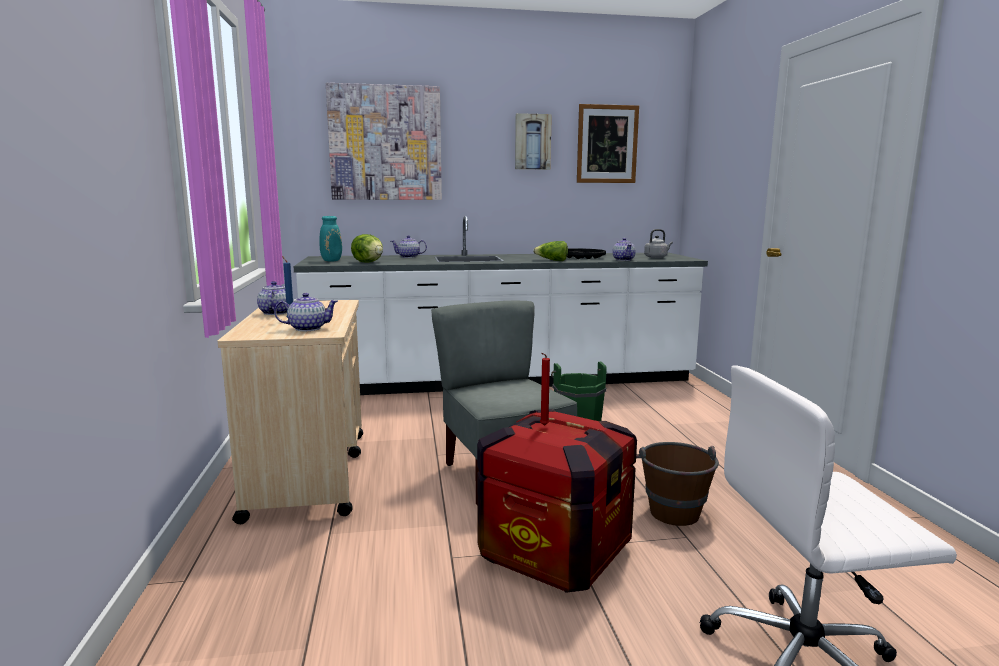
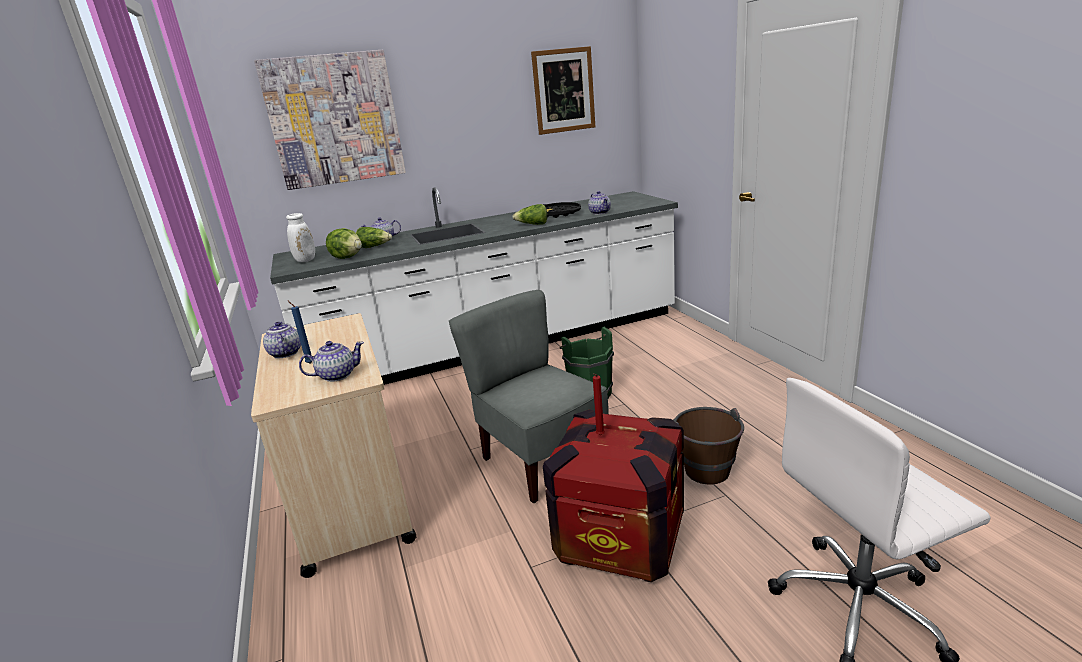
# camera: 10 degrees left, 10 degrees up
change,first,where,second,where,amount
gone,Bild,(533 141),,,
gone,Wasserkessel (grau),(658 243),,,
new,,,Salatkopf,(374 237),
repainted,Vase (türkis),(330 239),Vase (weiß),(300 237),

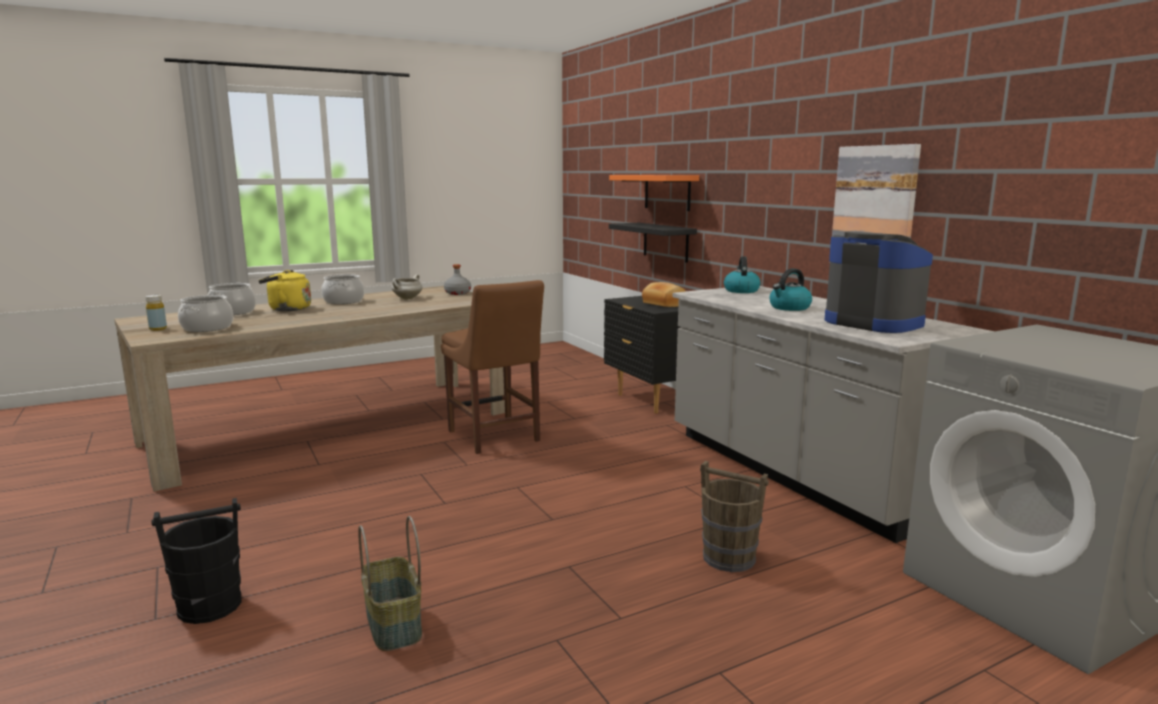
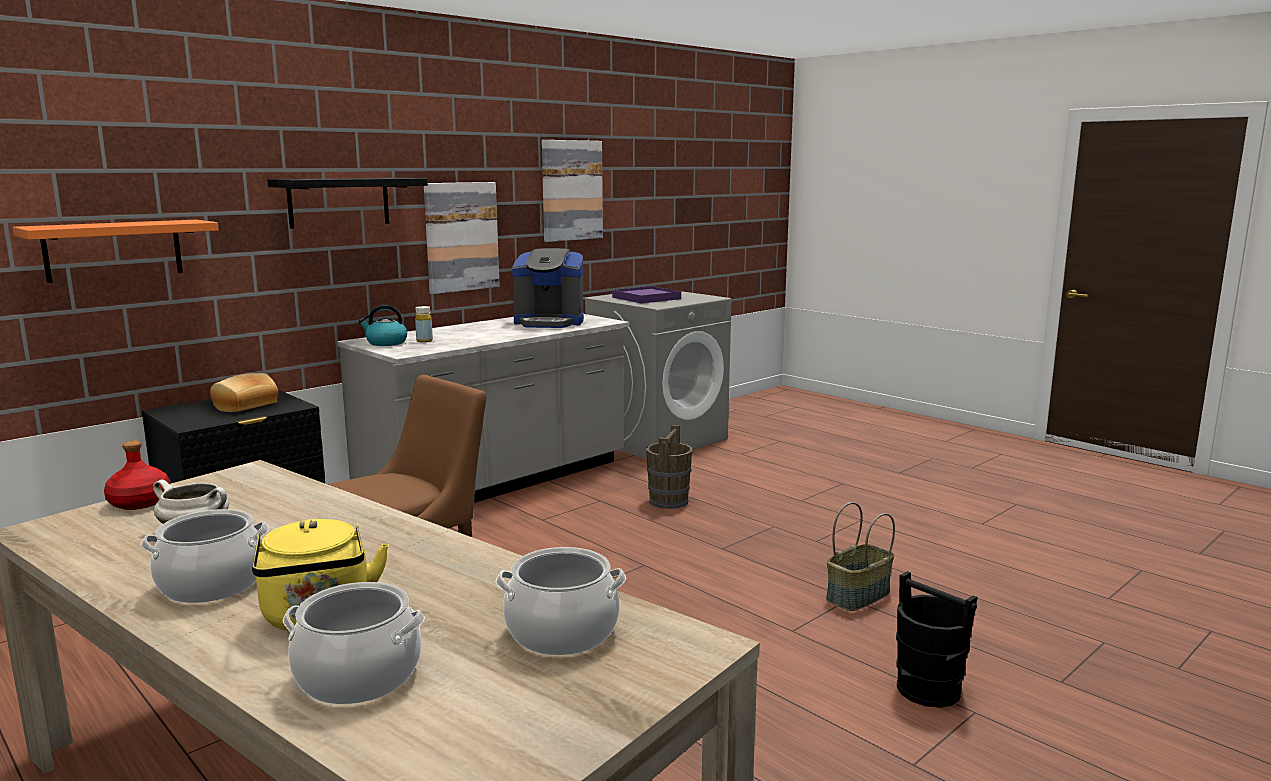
# camera: 105 degrees left, 0 degrees up
change,first,where,second,where,amount
gone,Wasserkessel,(791 290),,,
new,,,Bild,(572 191),
new,,,Tablett (lila),(646 294),
shifted,Flasche (gelb),(156 313),,(424 324),
shifted,Wandregal (schwarz),(653 243),,(347 203),
repainted,Flasche (grau),(457 279),Flasche (rot),(137 475),
rotated,Kaffeemaschine,(879 282),,(548 288),120 degrees counterclockwise

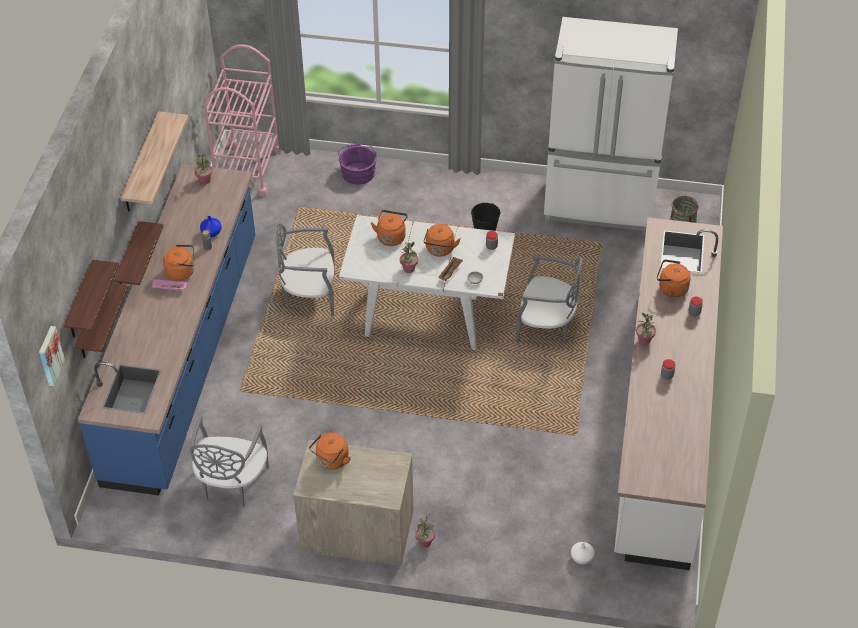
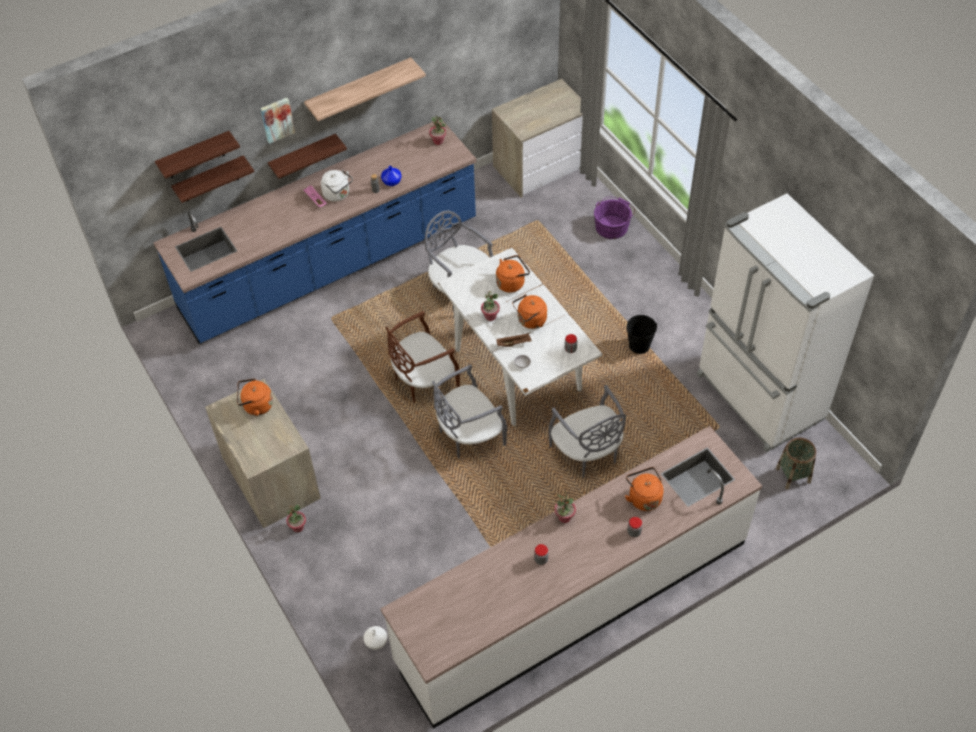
# camera: 50 degrees right, 5 degrees up
change,first,where,second,where,amount
new,,,Stuhl (braun),(422 357),
shifted,Bild,(52 356),,(277 121),
shifted,Stuhl (grau),(229 461),,(469 411),
swapped,Rollwagen (rosa),(242 120),Kommode,(537 138),
repainted,Wasserkessel (orange),(178 262),Wasserkessel (weiß),(337 186),

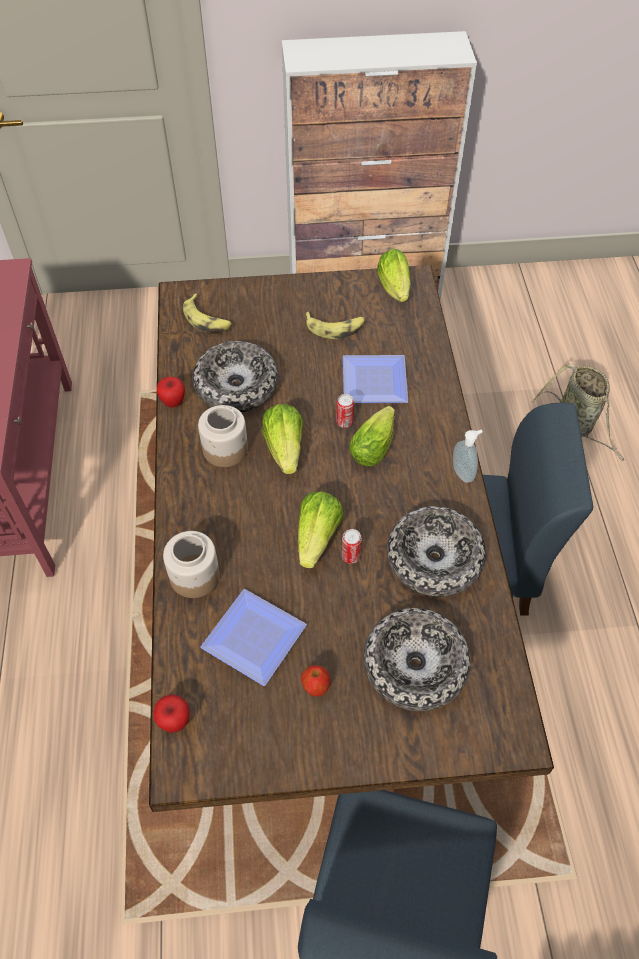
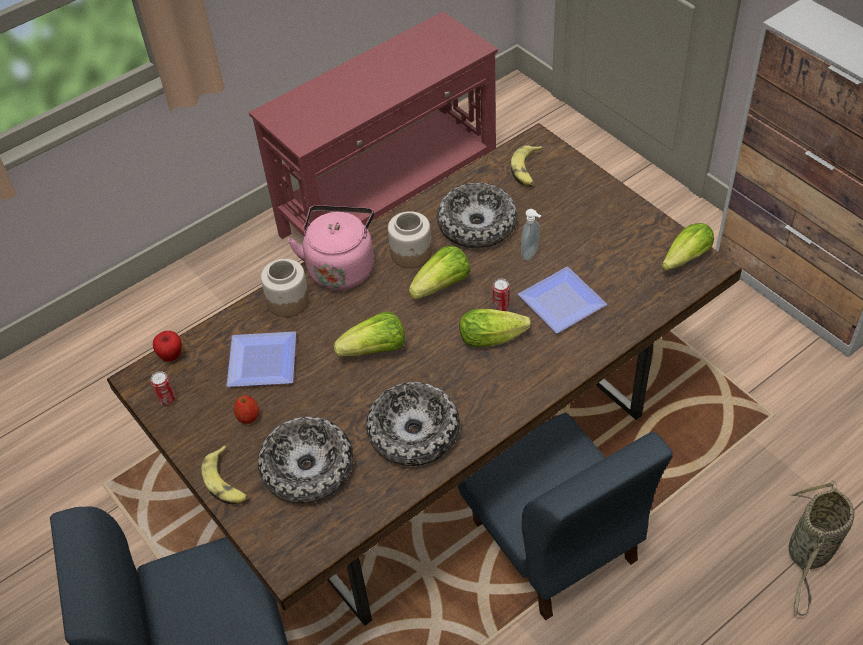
# camera: 60 degrees right, 5 degrees down
change,first,where,second,where,amount
gone,Apfel,(171 392),,,
new,,,Wasserkessel (rosa),(331 247),
shifted,Banane,(335 325),,(225 475),
shifted,Dose,(351 546),,(163 388),
shifted,Seifenspender,(468 456),,(531 234),

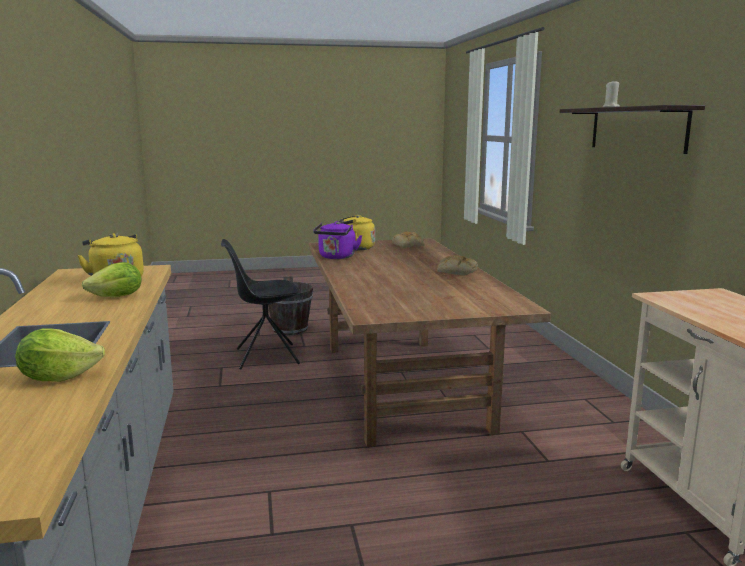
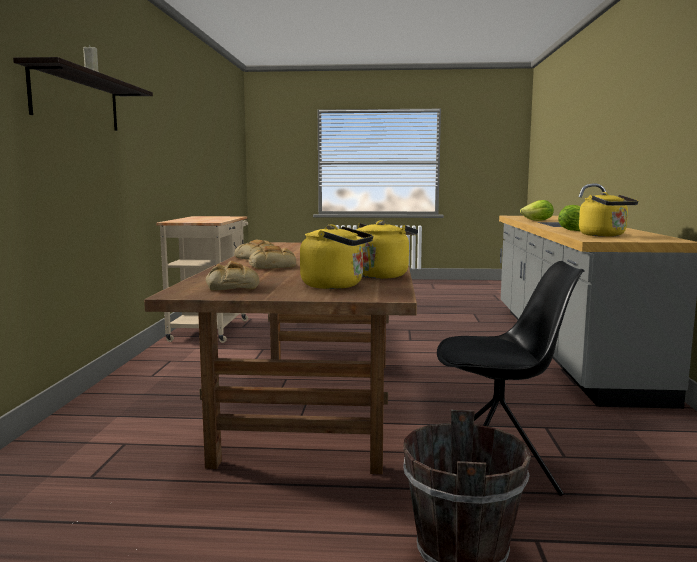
# camera: 165 degrees left, 5 degrees down
change,first,where,second,where,amount
new,,,Brot,(272 257),
repainted,Wasserkessel (lila),(338 240),Wasserkessel (gelb),(387 249),

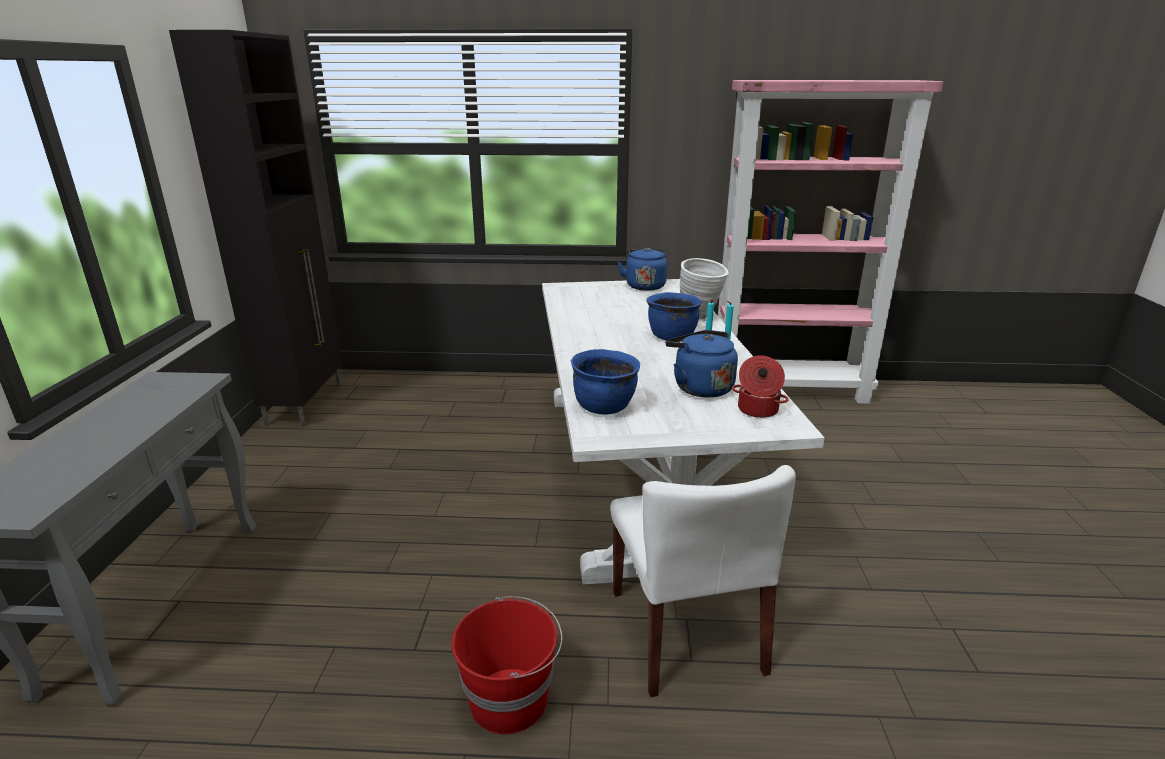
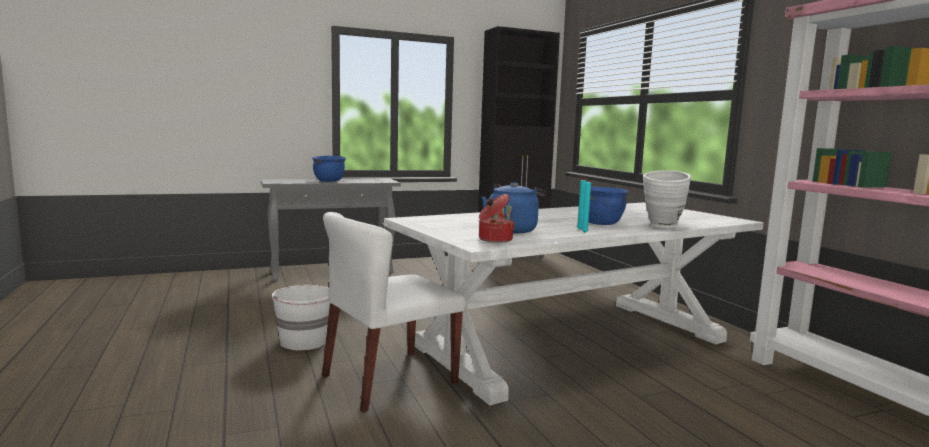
# camera: 65 degrees right, 15 degrees down
change,first,where,second,where,amount
gone,Wasserkessel (blau),(642 269),,,
shifted,Kochtopf (blau),(605 382),,(329 169),
repainted,Eimer (rot),(507 665),Eimer (weiß),(301 318),

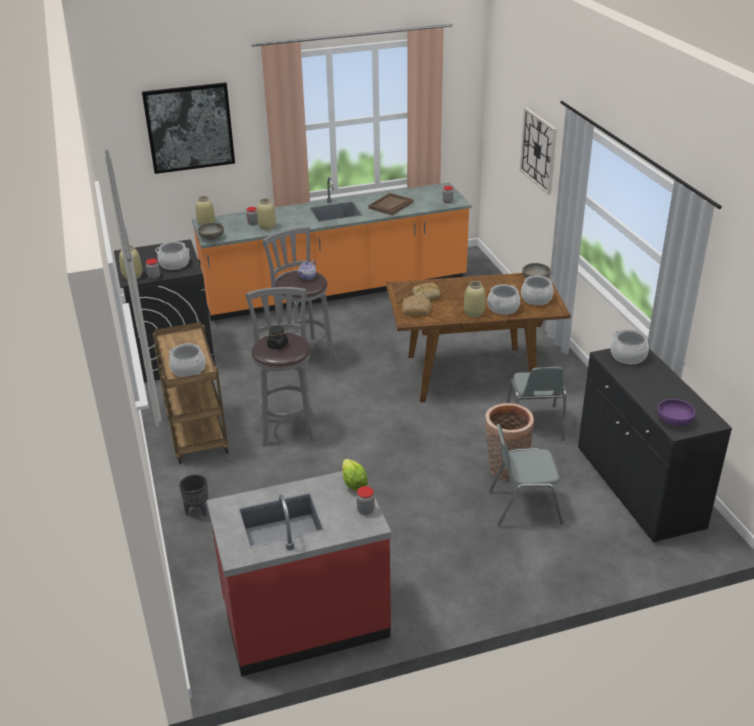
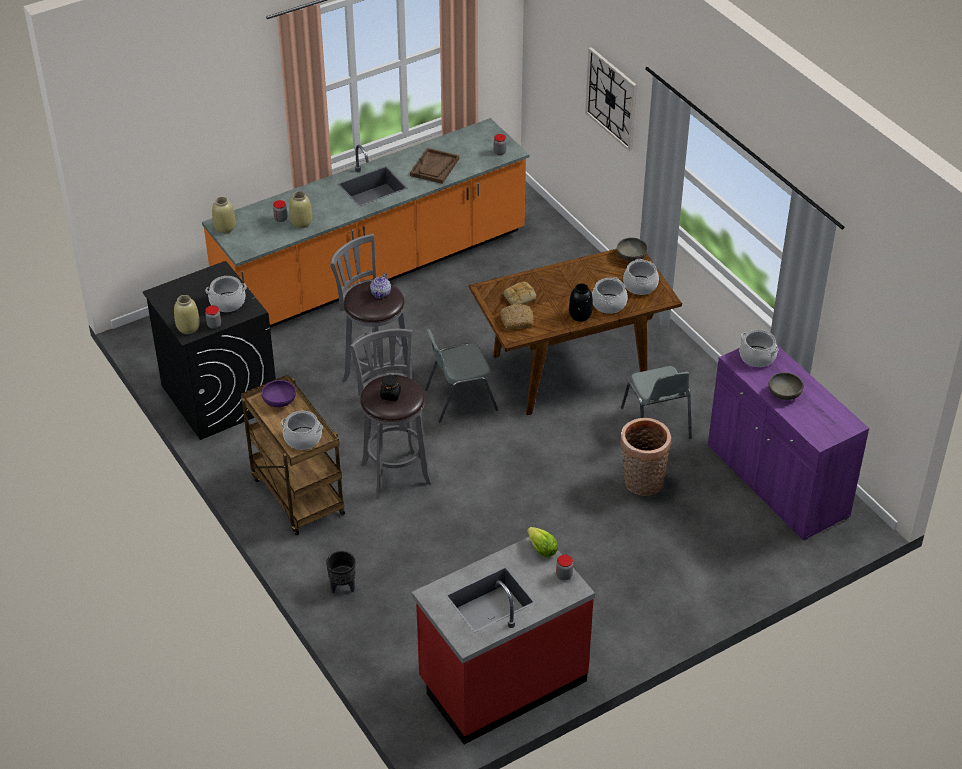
# camera: 15 degrees left, 10 degrees up
change,first,where,second,where,amount
gone,Bild,(188 128),,,
shifted,Schüssel (grau),(211 231),,(786 386),
shifted,Stuhl (grau),(526 475),,(461 375),
shifted,Schüssel (lila),(676 412),,(279 393),
repainted,Vase (beige),(475 299),Vase (schwarz),(581 302),
repainted,Schrank (schwarz),(655 445),Schrank (lila),(788 443),

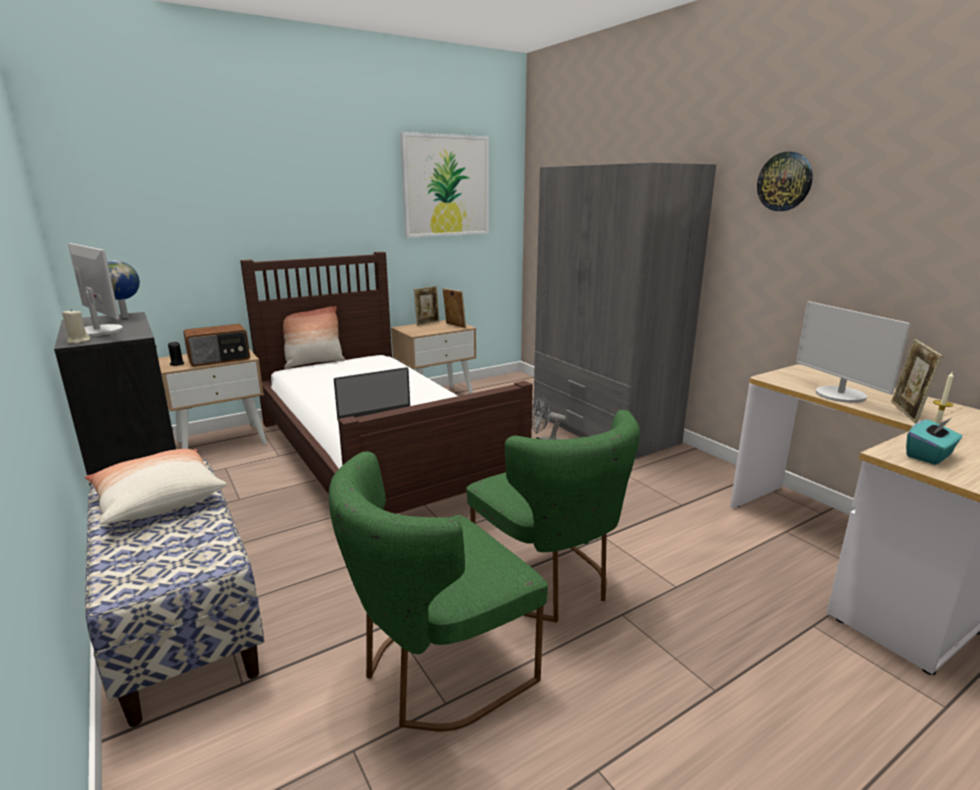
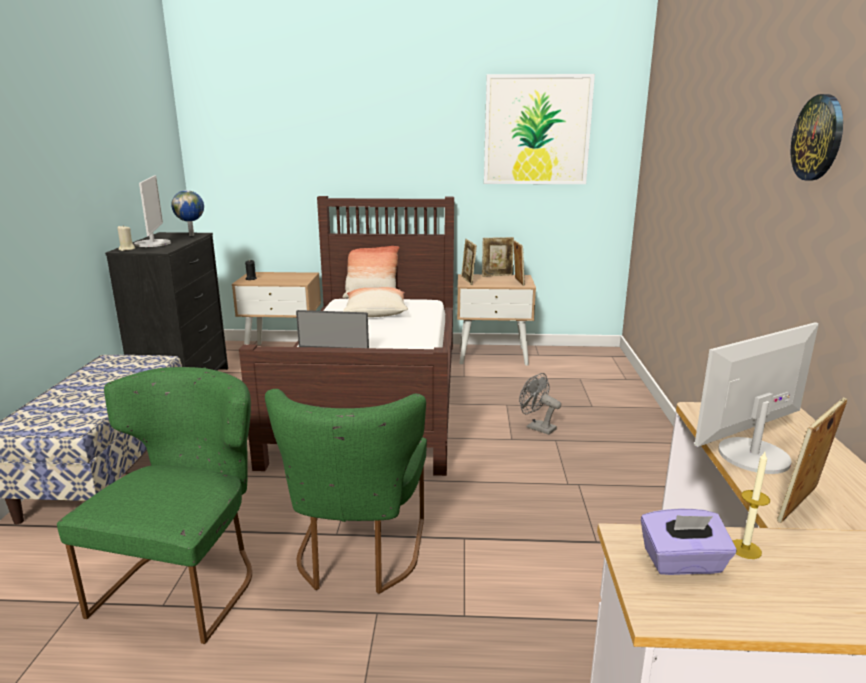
# camera: 35 degrees right, 0 degrees up
change,first,where,second,where,amount
gone,Radio,(216 345),,,
gone,Kleiderschrank (grau),(624 310),,,
new,,,Bilderrahmen,(469 262),
shifted,Kissen,(156 487),,(375 302),
repainted,Taschentuchbox (türkis),(934 441),Taschentuchbox (lila),(689 541),
rotated,Stuhl (grün),(438 591),,(154 505),105 degrees clockwise
rotated,Monitor,(853 352),,(756 398),45 degrees clockwise

